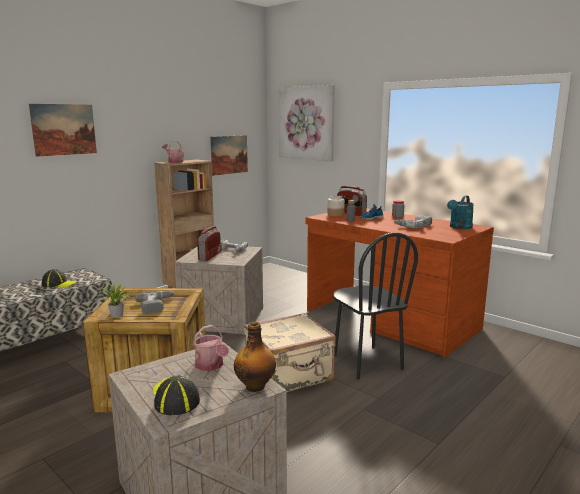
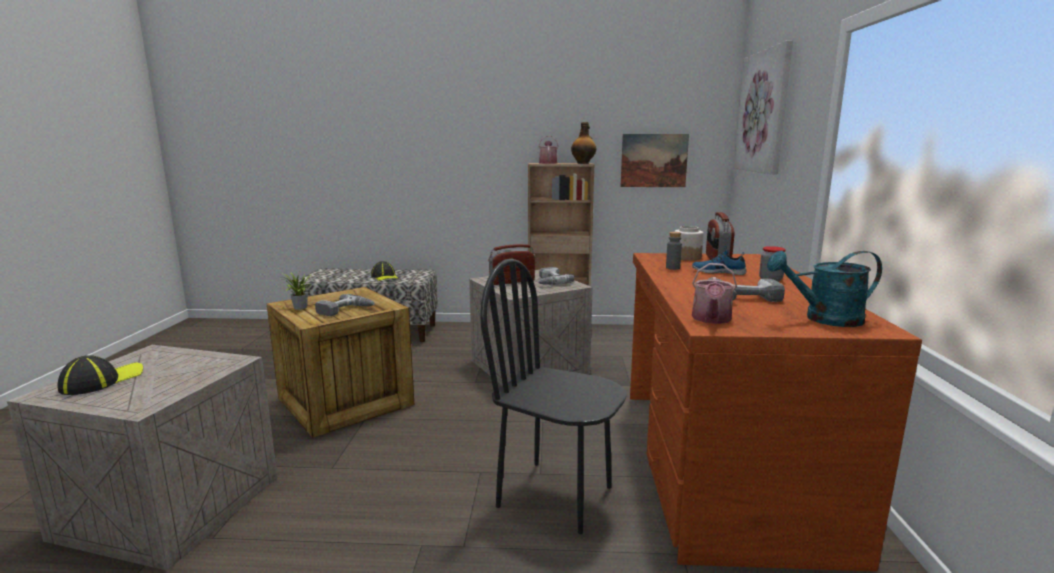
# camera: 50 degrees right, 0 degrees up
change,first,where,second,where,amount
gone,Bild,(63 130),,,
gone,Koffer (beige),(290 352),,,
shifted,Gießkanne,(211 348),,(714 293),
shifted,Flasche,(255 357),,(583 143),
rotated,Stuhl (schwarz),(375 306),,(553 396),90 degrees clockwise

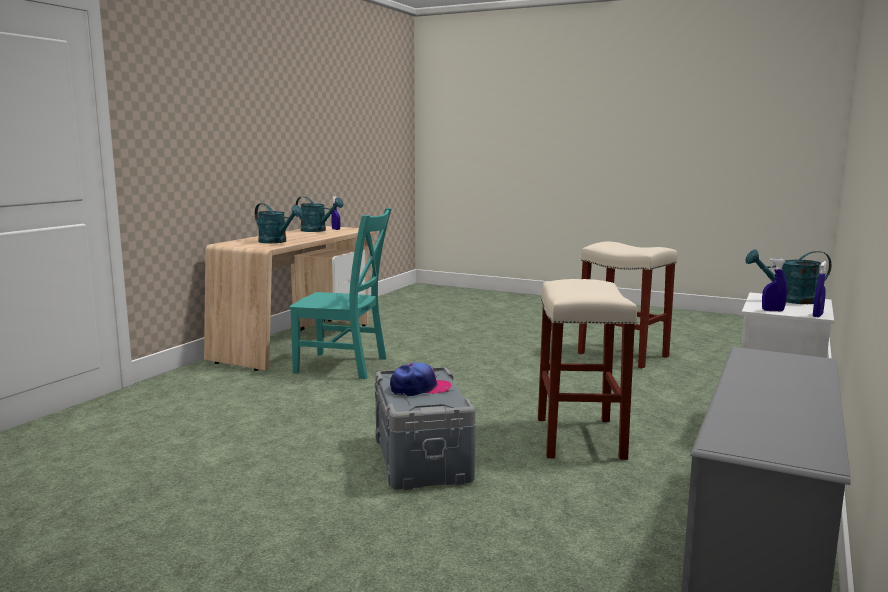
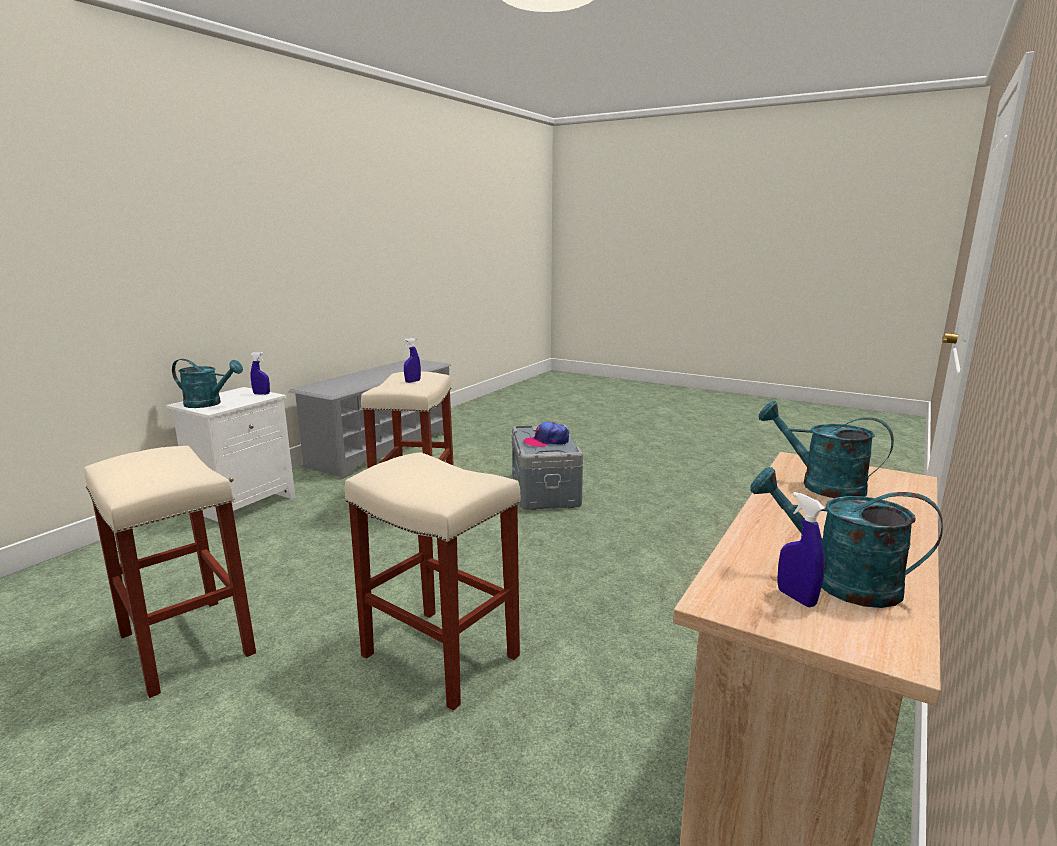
# camera: 175 degrees left, 5 degrees up
change,first,where,second,where,amount
gone,Stuhl (türkis),(340 293),,,
new,,,Hocker (beige),(432 581),
shifted,Sprühflasche (blau),(820 289),,(412 360),

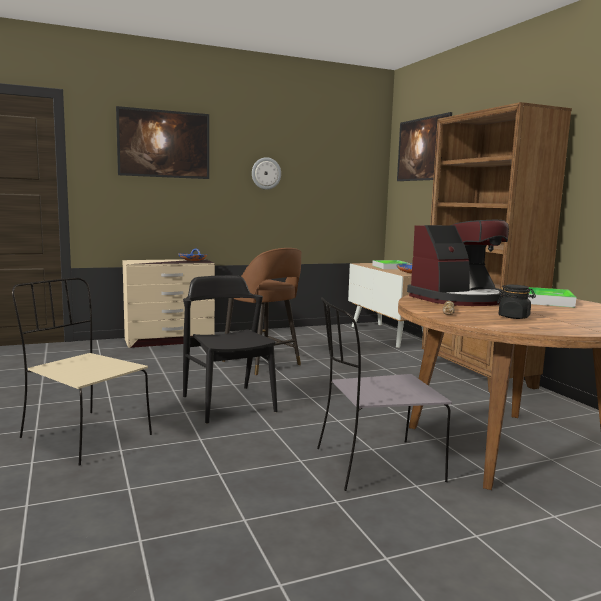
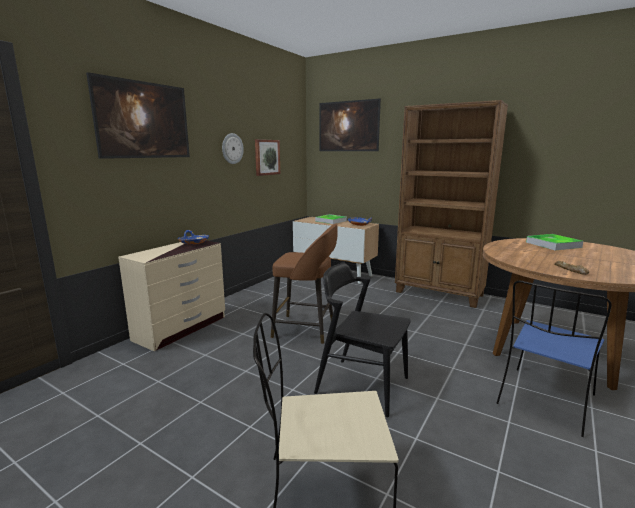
# camera: 35 degrees left, 5 degrees up
change,first,where,second,where,amount
gone,Kaffeemaschine,(458 263),,,
gone,Vorratsglas (schwarz),(516 302),,,
new,,,Bild,(267 157),
repainted,Stuhl (grau),(384 394),Stuhl (blau),(554 359),

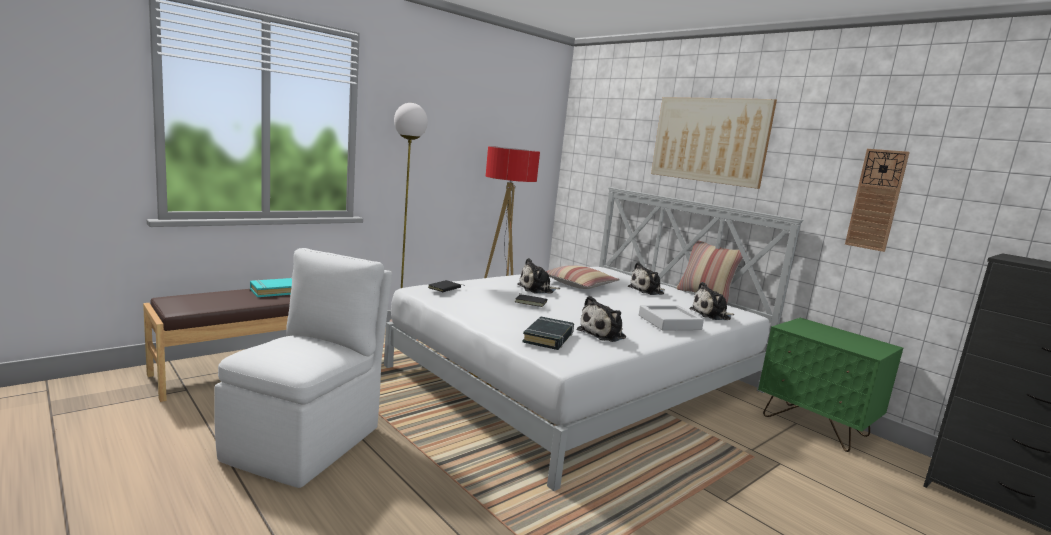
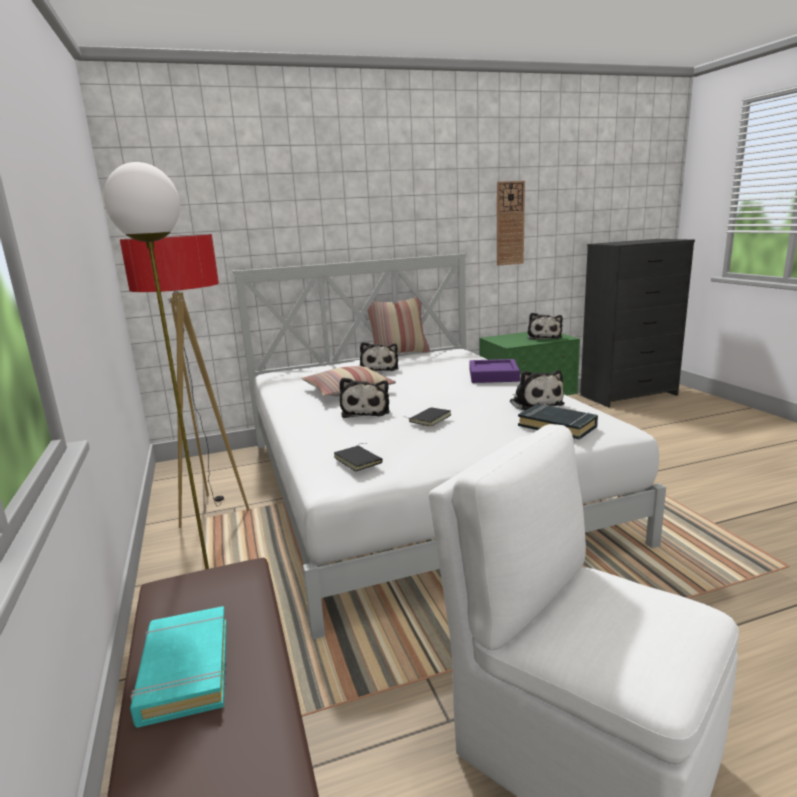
# camera: 65 degrees left, 5 degrees up
change,first,where,second,where,amount
gone,Bild,(714 143),,,
shifted,Plüschtier,(711 301),,(545 326),
repainted,Tablett (grau),(671 318),Tablett (lila),(494 371),

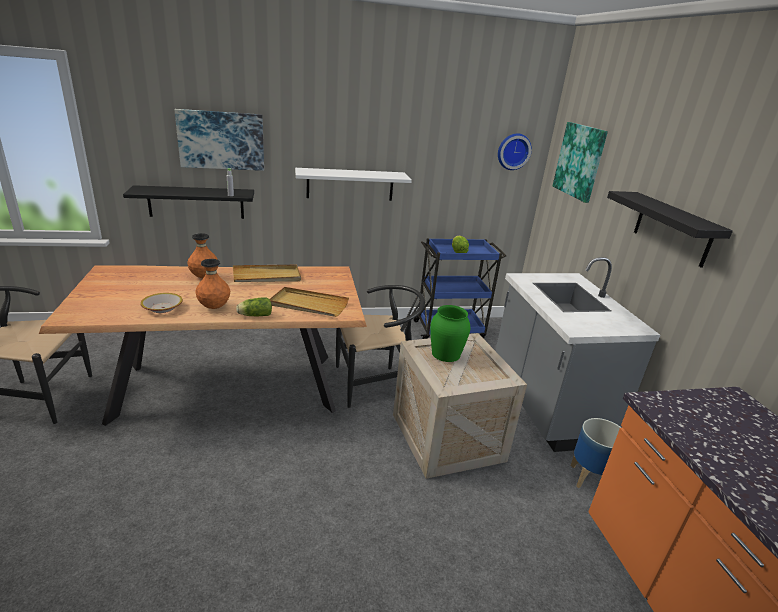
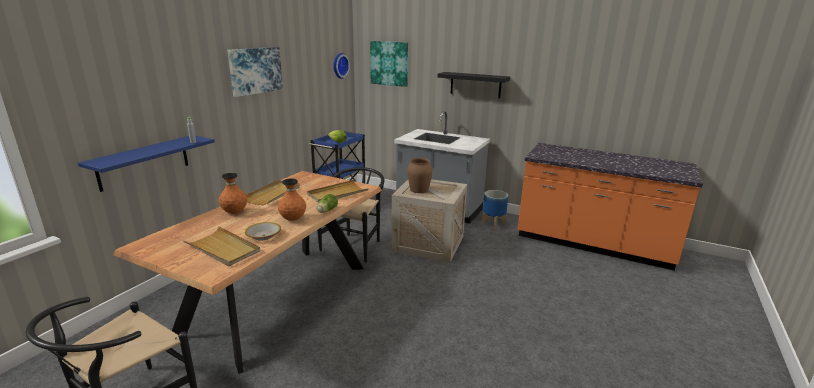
# camera: 50 degrees left, 5 degrees down
change,first,where,second,where,amount
gone,Wandregal (weiß),(353 184),,,
new,,,Tablett (beige),(221 246),
shifted,Bild,(219 140),,(255 72),
repainted,Wandregal (schwarz),(188 202),Wandregal (blau),(146 164),
repainted,Vase (grün),(450 333),Vase (braun),(420 175),

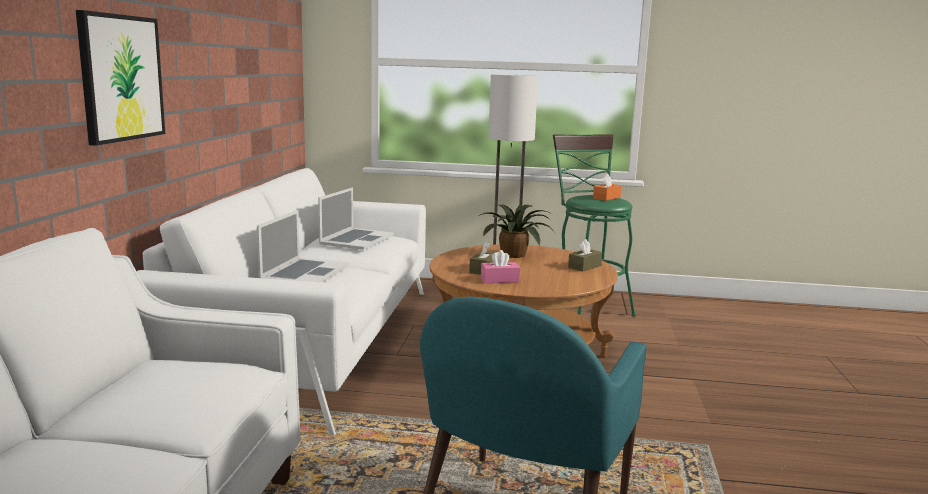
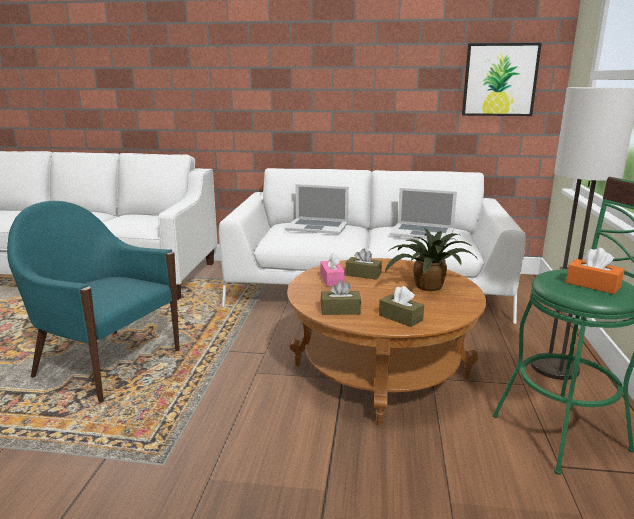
# camera: 90 degrees right, 5 degrees up
change,first,where,second,where,amount
new,,,Taschentuchbox (braun),(341 297),
shifted,Bild,(120 78),,(502 79),

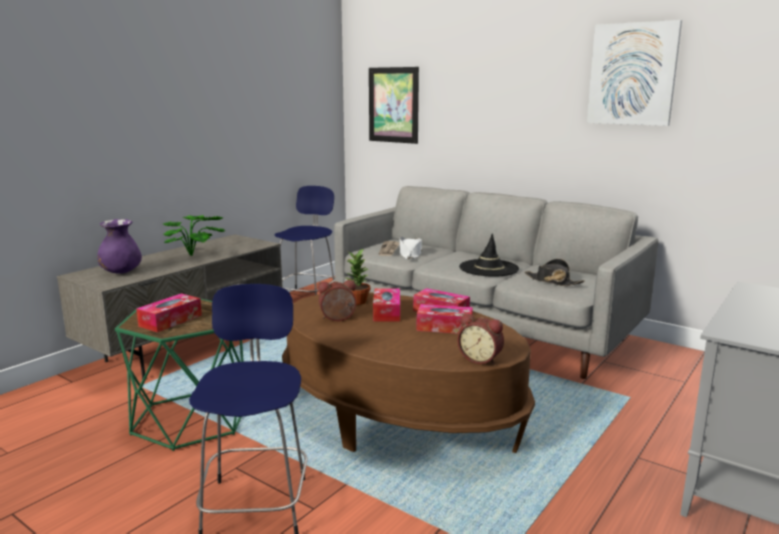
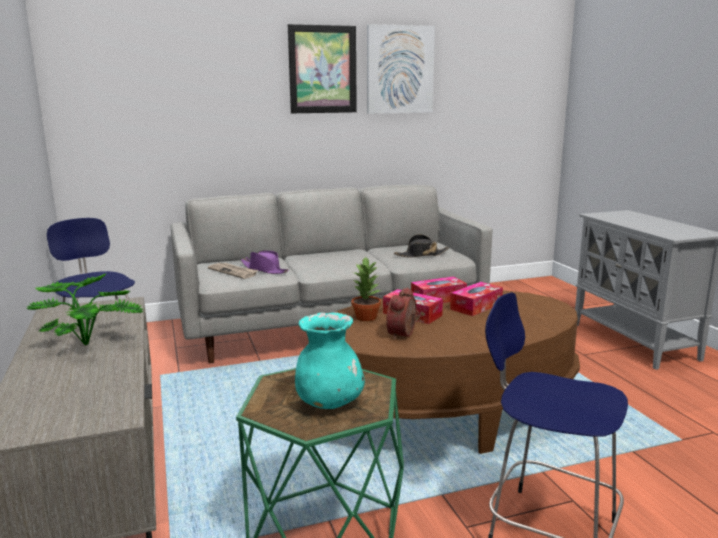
# camera: 55 degrees left, 0 degrees up
change,first,where,second,where,amount
gone,Vase (lila),(119 246),,,
gone,Wecker,(480 339),,,
gone,Hut (schwarz),(489 255),,,
shifted,Bild,(394 105),,(322 68),
swapped,Taschentuchbox,(169 312),Vase (türkis),(330 360),
repainted,Hut (weiß),(410 247),Hut (lila),(265 262),

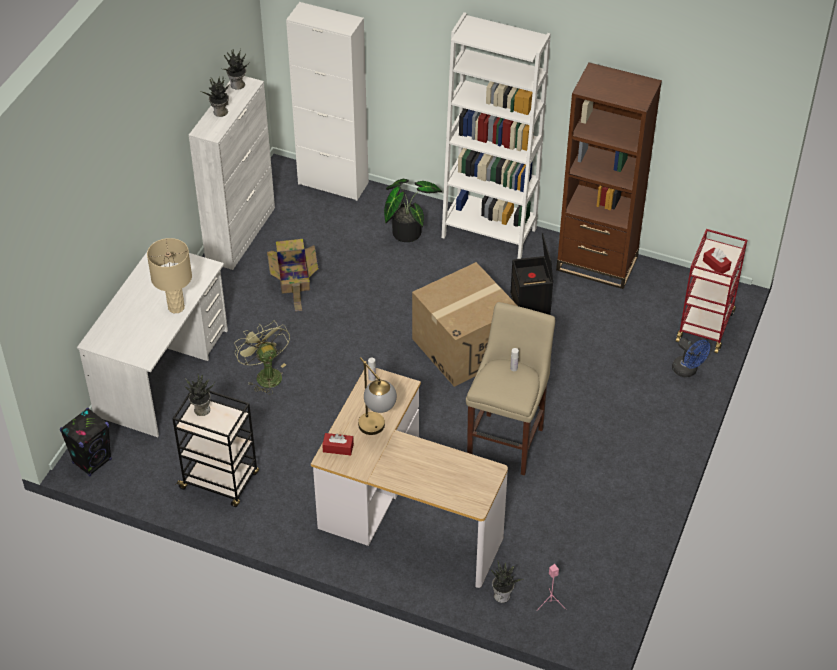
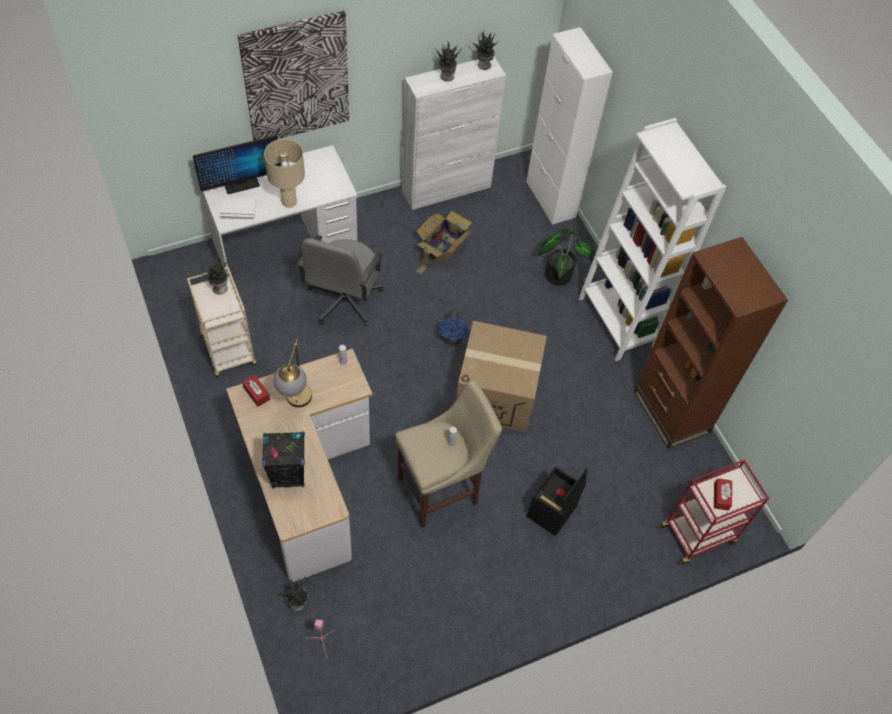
# camera: 40 degrees right, 10 degrees up
change,first,where,second,where,amount
new,,,Monitor,(237 164),
new,,,Buch (weiß),(238 209),
new,,,Bild,(293 76),
shifted,Lautsprecher (schwarz),(86 442),,(283 460),
shifted,Aufbewahrungsbox (schwarz),(531 274),,(557 501),
shifted,Ventilator (blau),(691 357),,(452 327),
swapped,Ventilator (grün),(262 357),Bürostuhl (grau),(340 280),
repainted,Rollwagen (schwarz),(215 448),Rollwagen (beige),(222 322),

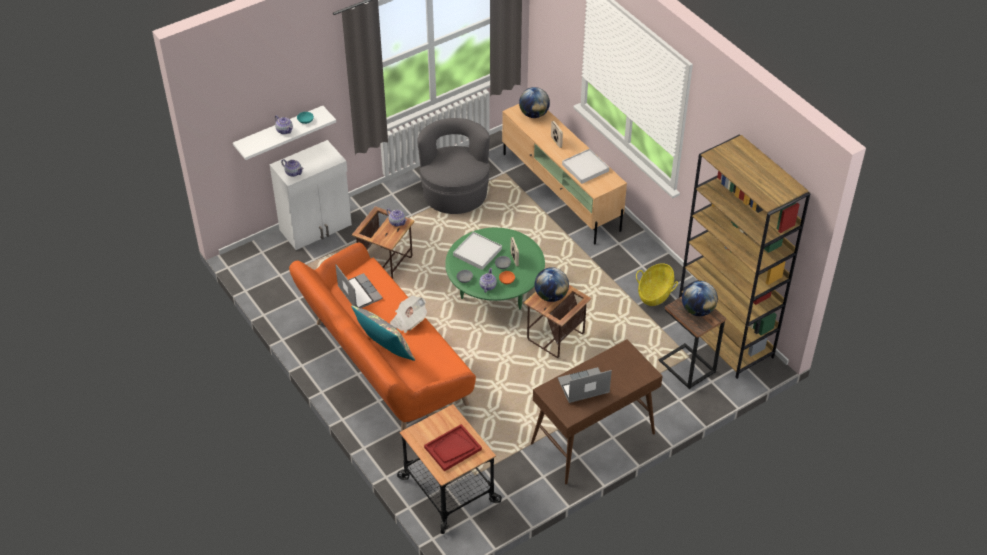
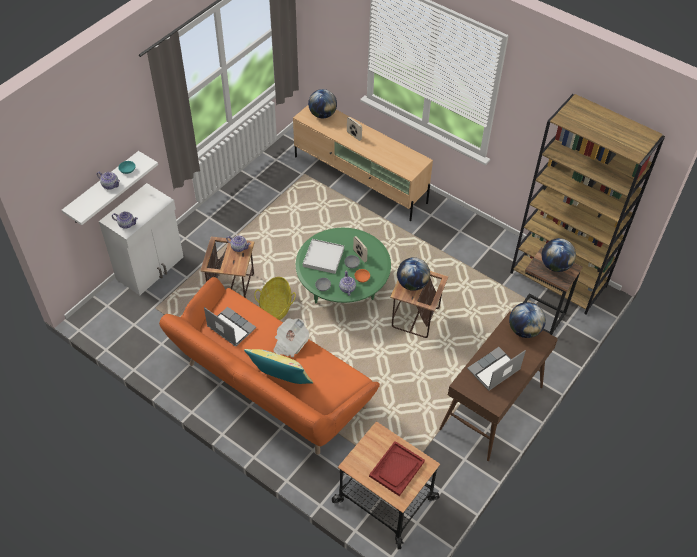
# camera: 20 degrees left, 5 degrees up
change,first,where,second,where,amount
gone,Sessel (grau),(454 166),,,
gone,Tablett (weiß),(585 166),,,
new,,,Globus,(527 320),
shifted,Korb,(657 285),,(275 298),
repainted,Kissen (grau),(383 333),Kissen (gelb),(279 366),

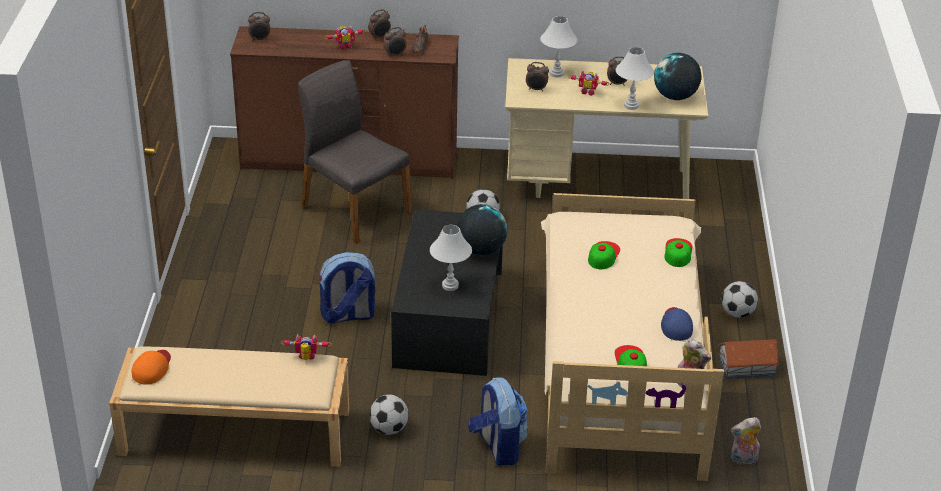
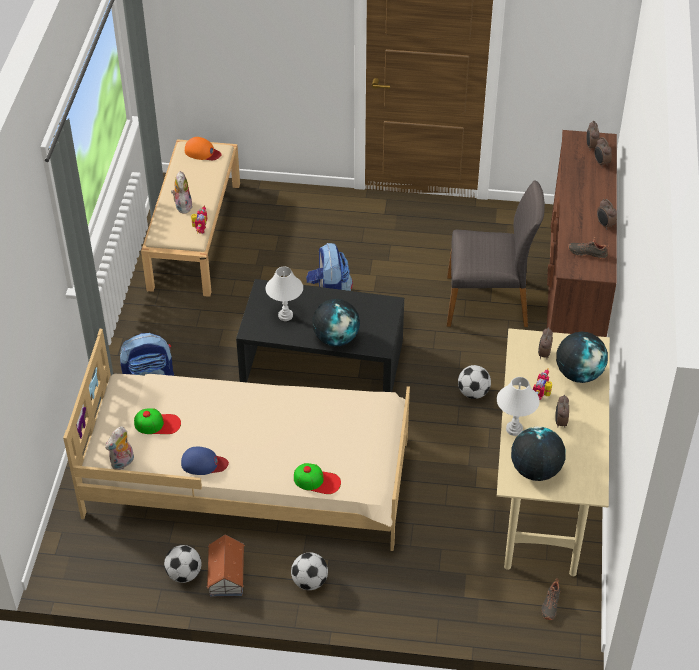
# camera: 95 degrees right, 10 degrees up
change,first,where,second,where,amount
gone,Spielzeugroboter,(344 37),,,
gone,Kappe,(604 255),,,
new,,,Schuh (schwarz),(550 599),
shifted,Fußball,(389 414),,(183 564),
shifted,Wecker,(395 42),,(603 152),
shifted,Plüschtier,(746 440),,(181 192),
swapped,Tischlampe (weiß),(559 46),Globus,(582 357),
rotated,Stuhl (grau),(355 152),,(496 253),45 degrees clockwise

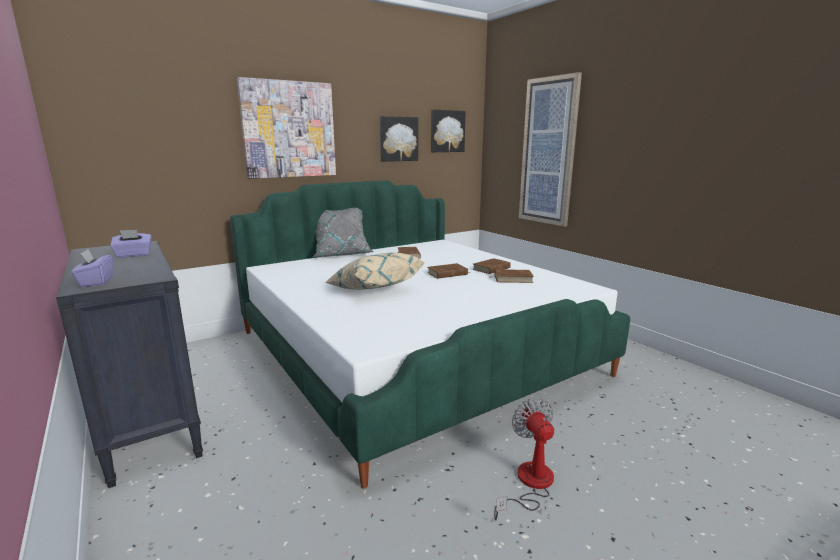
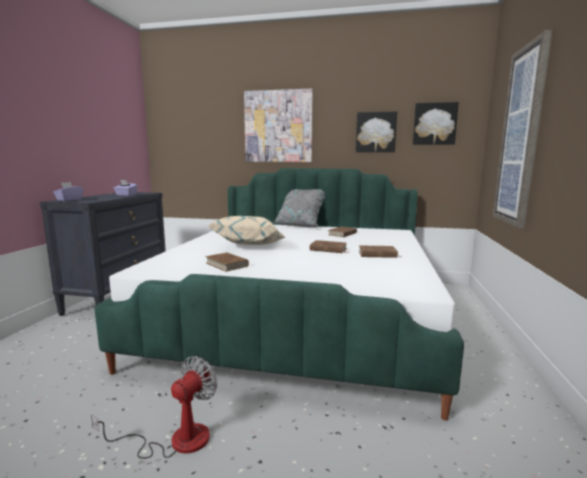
# camera: 45 degrees right, 5 degrees down
change,first,where,second,where,amount
shifted,Buch (braun),(514 276),,(227 262),

